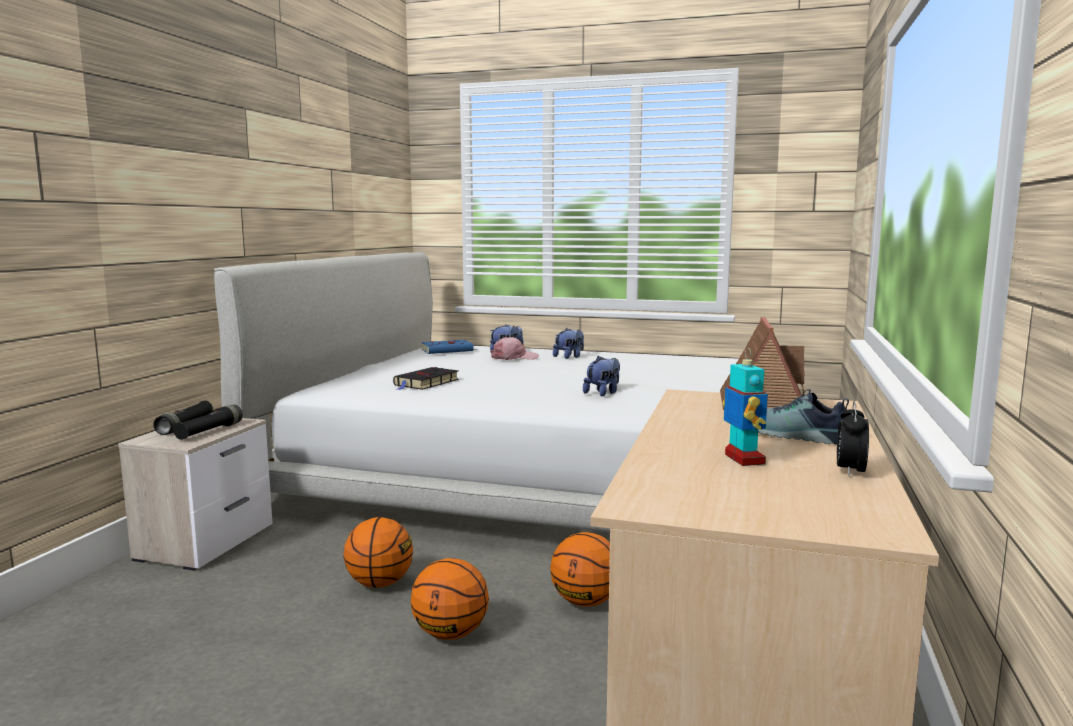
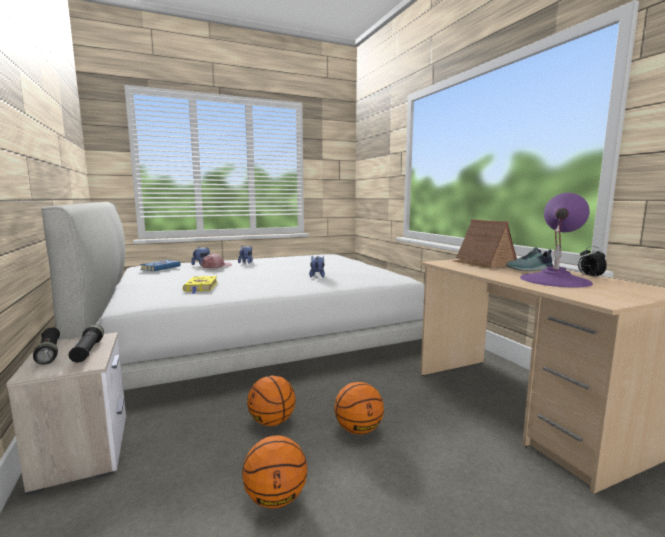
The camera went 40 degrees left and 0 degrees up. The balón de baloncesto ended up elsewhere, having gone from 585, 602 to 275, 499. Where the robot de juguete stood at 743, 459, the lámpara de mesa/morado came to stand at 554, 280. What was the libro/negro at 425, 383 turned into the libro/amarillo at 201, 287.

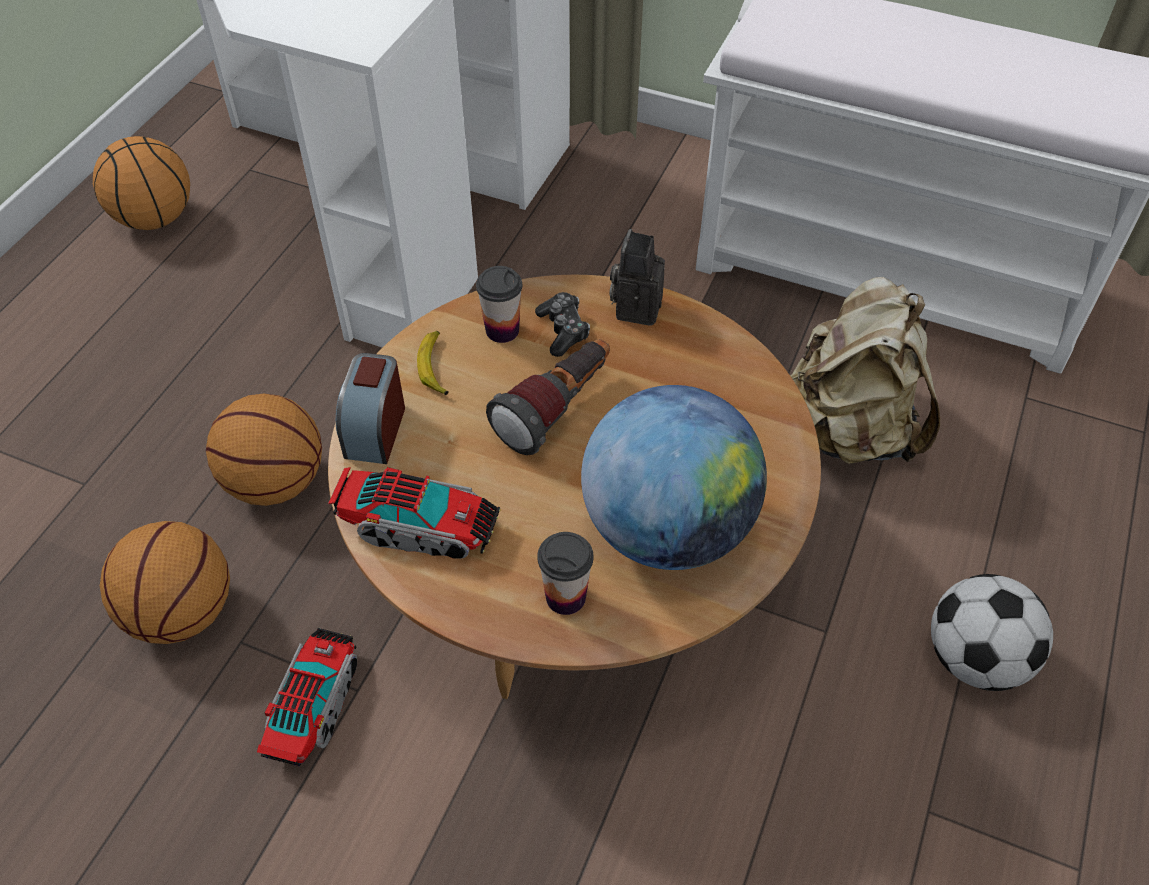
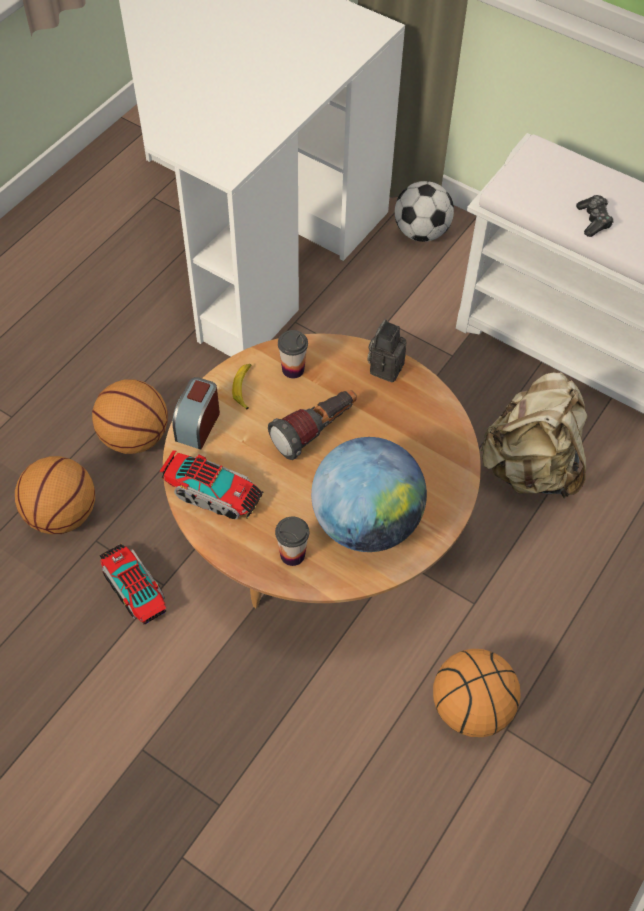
The camera went 10 degrees right and 5 degrees up. The balón de baloncesto ended up elsewhere, having gone from 154, 218 to 469, 707. The mando de consola ended up elsewhere, having gone from 563, 330 to 593, 220. The balón de fútbol ended up elsewhere, having gone from 975, 659 to 421, 233. The camión de juguete at 314, 705 ended up facing another way, 60 degrees counterclockwise from before.

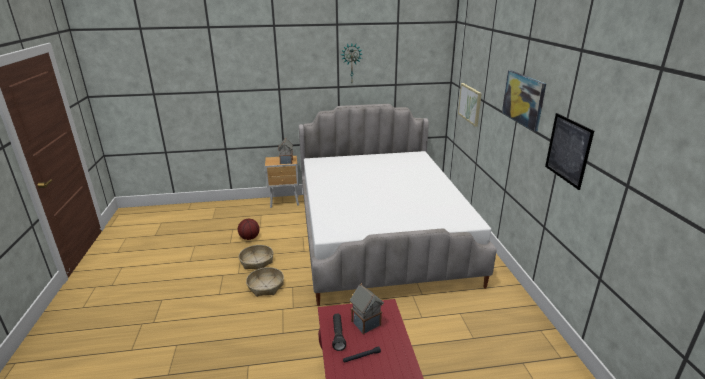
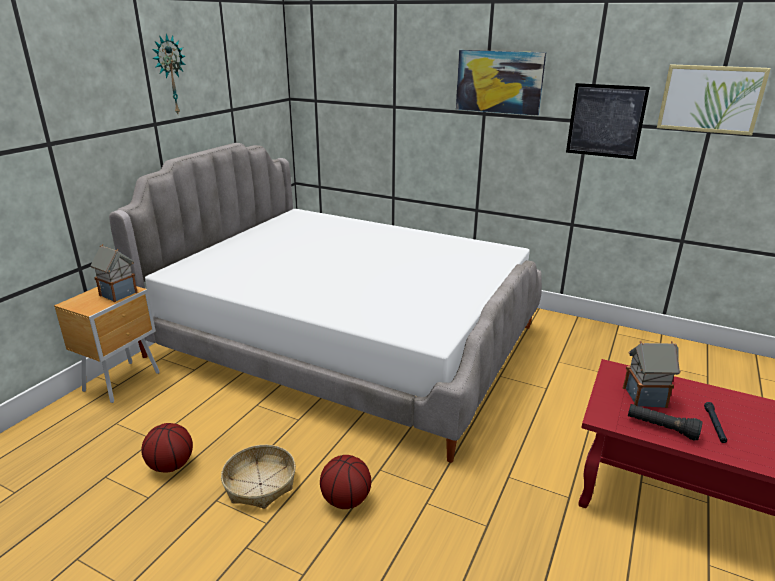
The camera went 55 degrees left and 0 degrees up. The cuadro ended up elsewhere, having gone from 470, 104 to 710, 99. Where the cesta stood at 266, 286, the balón de baloncesto came to stand at 346, 500.

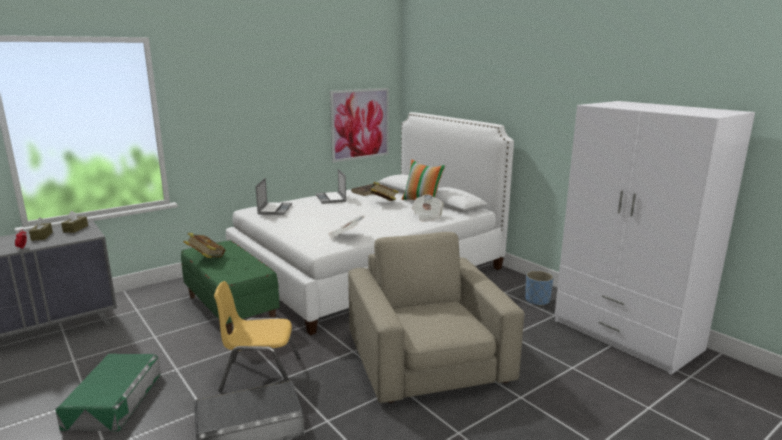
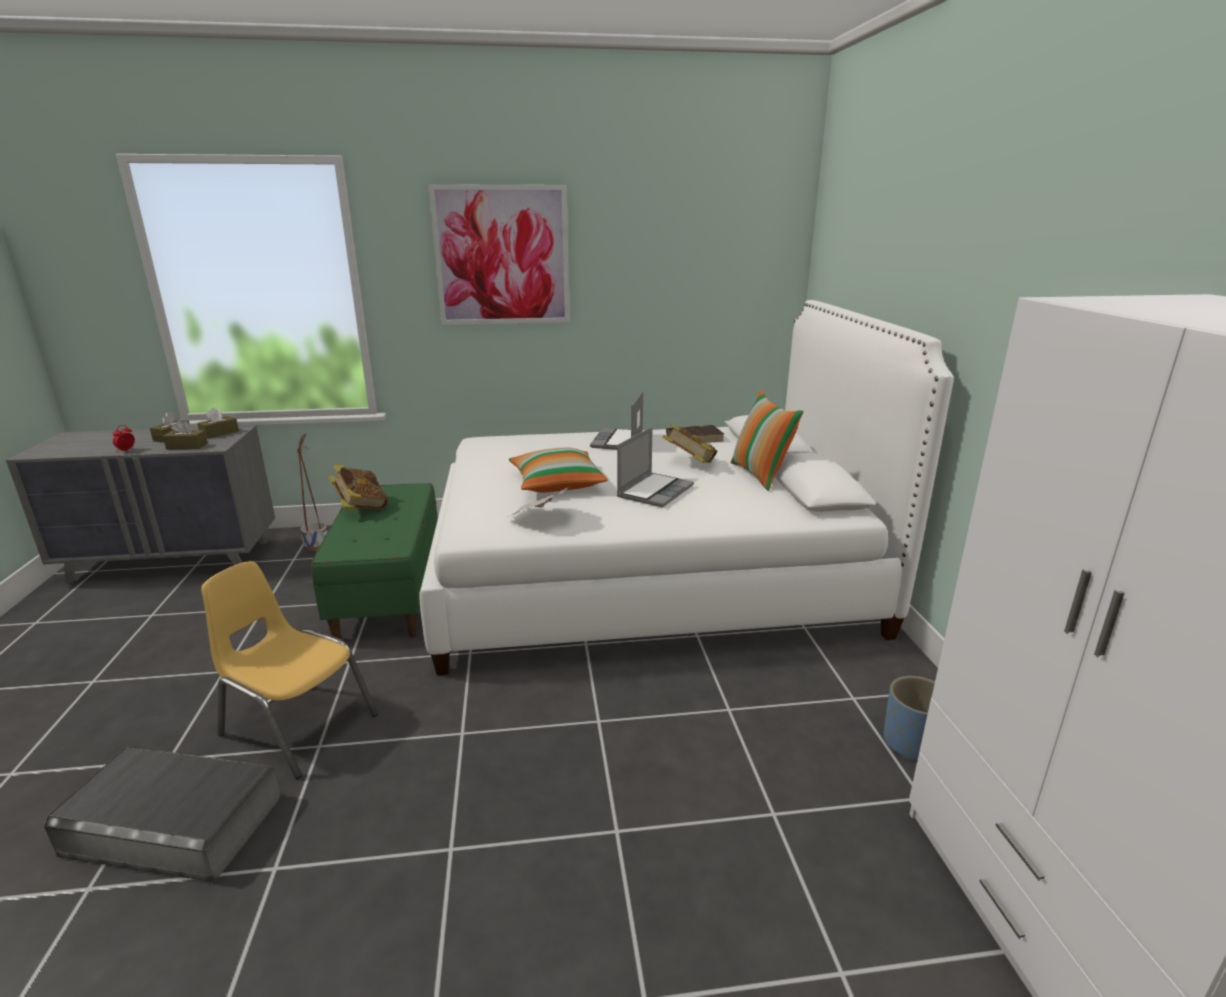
The camera went 30 degrees right and 5 degrees up. The second view lost the caja de almacenaje/verde at 113, 399. The second view lost the sillón/beis at 429, 358. The second view lost the periódico at 427, 217. The second view gained the caja de pañuelos/marrón at 187, 446. The second view gained the maceta at 316, 546. The second view gained the cojín at 556, 484. The portátil ended up elsewhere, having gone from 274, 209 to 655, 491. The cuadro ended up elsewhere, having gone from 360, 124 to 502, 256.

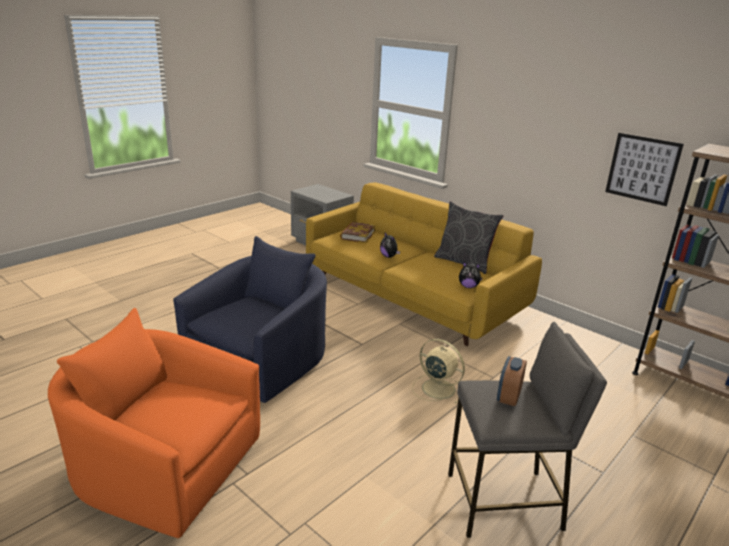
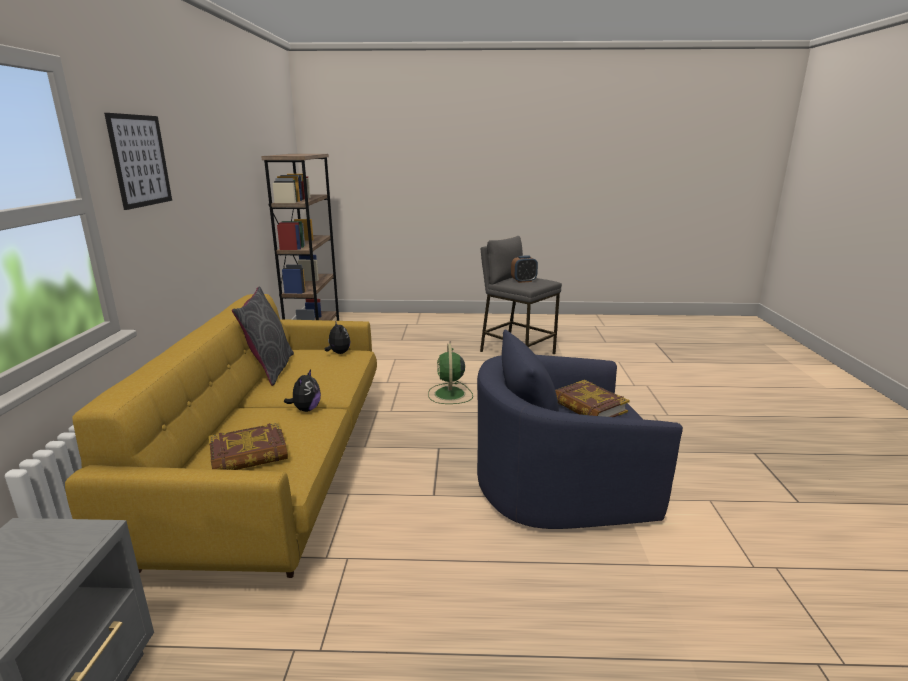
The camera went 130 degrees left and 5 degrees down. The second view lost the sillón/naranja at 163, 466. The second view gained the libro at 589, 407. The cuadro ended up elsewhere, having gone from 642, 169 to 140, 161. What was the ventilador/beis at 437, 388 turned into the ventilador/verde at 449, 394.

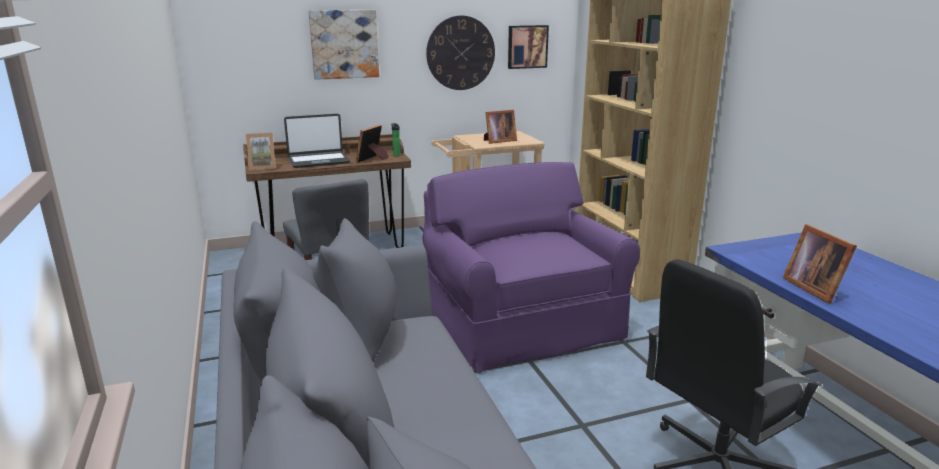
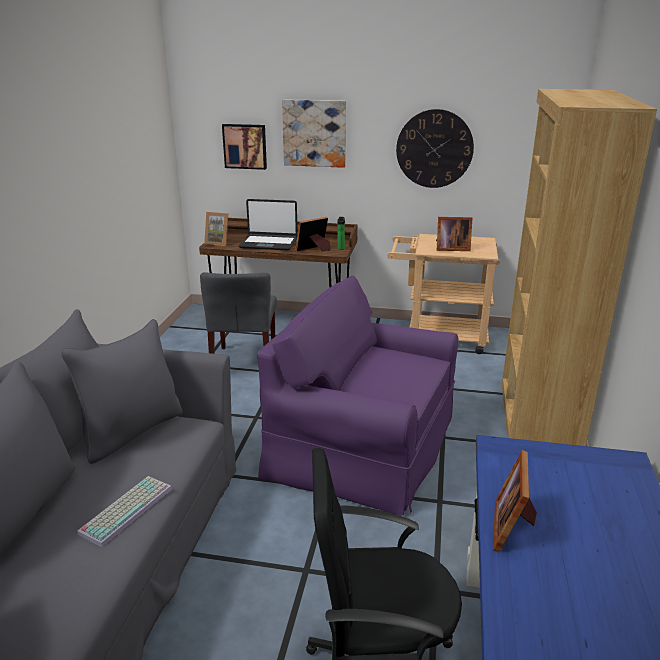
The camera went 30 degrees right and 5 degrees up. The second view gained the teclado at 126, 509. The cuadro ended up elsewhere, having gone from 527, 46 to 245, 146. The sillón/morado at 520, 322 ended up facing another way, 75 degrees counterclockwise from before.

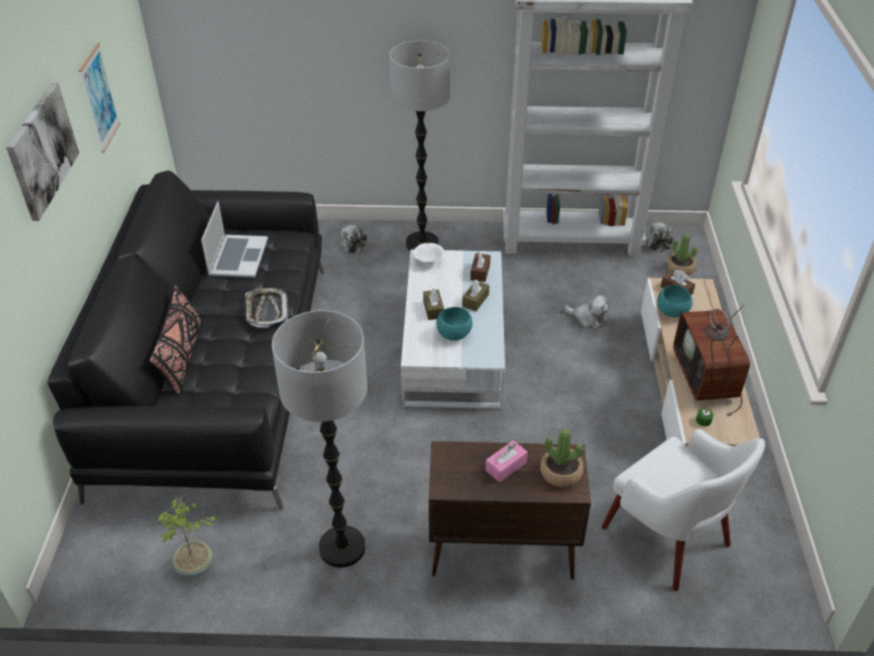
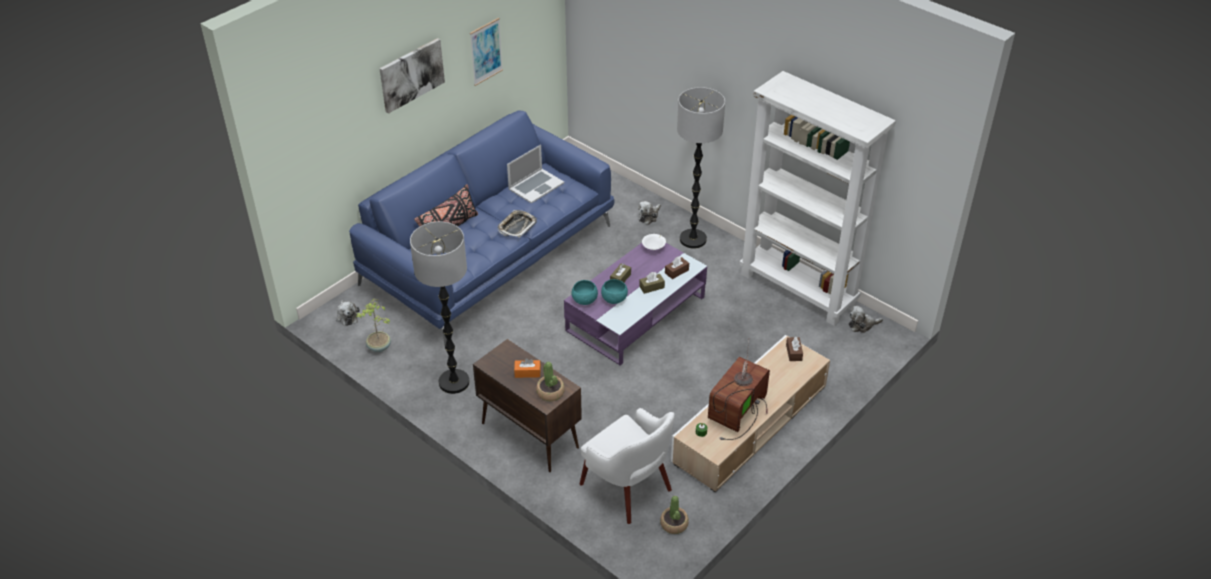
The camera went 40 degrees right and 0 degrees up. The peluche ended up elsewhere, having gone from 588, 318 to 347, 316. The cuenco/turquesa ended up elsewhere, having gone from 672, 312 to 585, 300. The planta en maceta ended up elsewhere, having gone from 680, 268 to 674, 524. What was the sofá/negro at 219, 371 turned into the sofá/azul at 490, 254. What was the mesa de centro/blanco at 453, 345 turned into the mesa de centro/morado at 635, 313. What was the caja de pañuelos/rosa at 506, 466 turned into the caja de pañuelos/naranja at 527, 372. The sillón/blanco at 668, 537 ended up facing another way, 45 degrees counterclockwise from before.

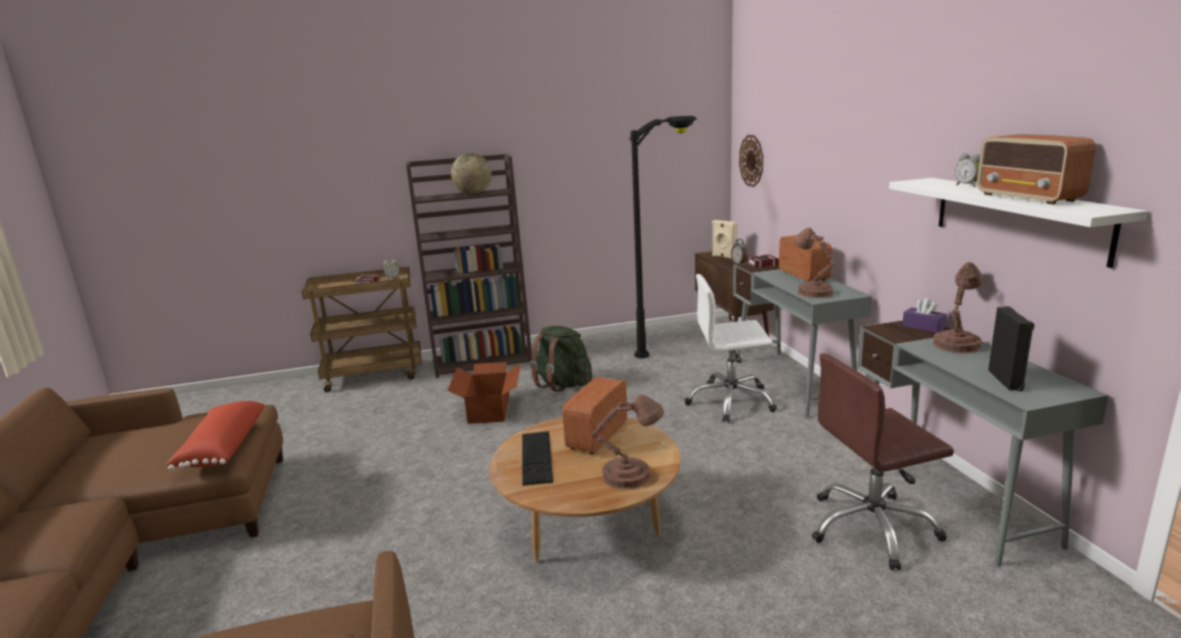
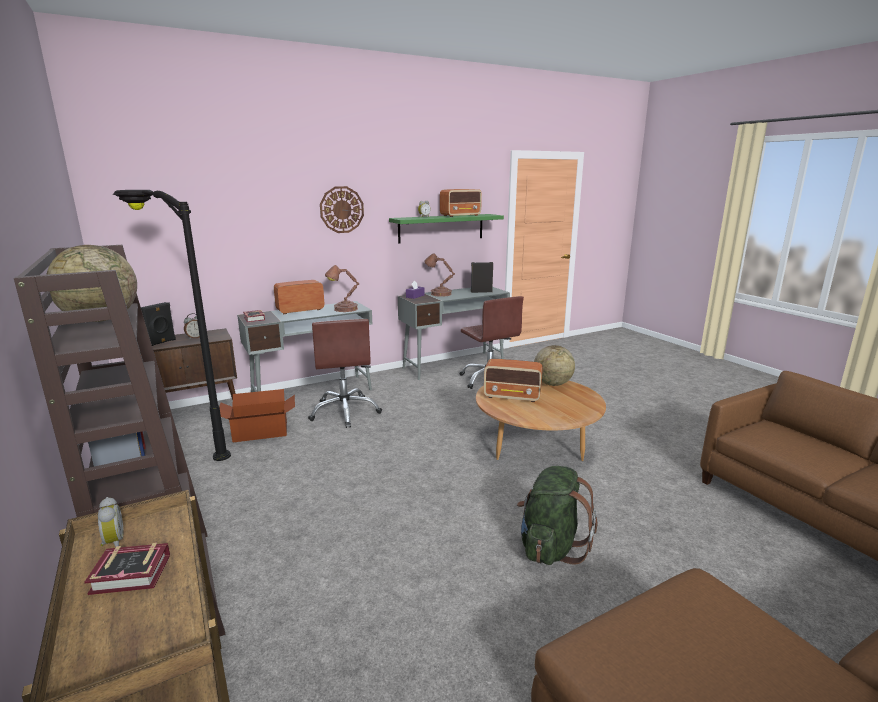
The camera went 105 degrees left and 0 degrees up. The second view lost the cojín/rojo at 221, 447. The second view lost the teclado at 536, 457. The caja de cartón ended up elsewhere, having gone from 490, 409 to 260, 431. The mochila/verde ended up elsewhere, having gone from 562, 384 to 550, 547. The reloj de pared ended up elsewhere, having gone from 751, 160 to 341, 209. Where the lámpara de mesa/marrón stood at 630, 476, the globo terráqueo came to stand at 552, 384. What was the silla de oficina/blanco at 730, 402 turned into the silla de oficina/marrón at 345, 412. What was the altavoz/beis at 724, 257 turned into the altavoz/negro at 161, 342. What was the estante/blanco at 1018, 218 turned into the estante/verde at 441, 228.

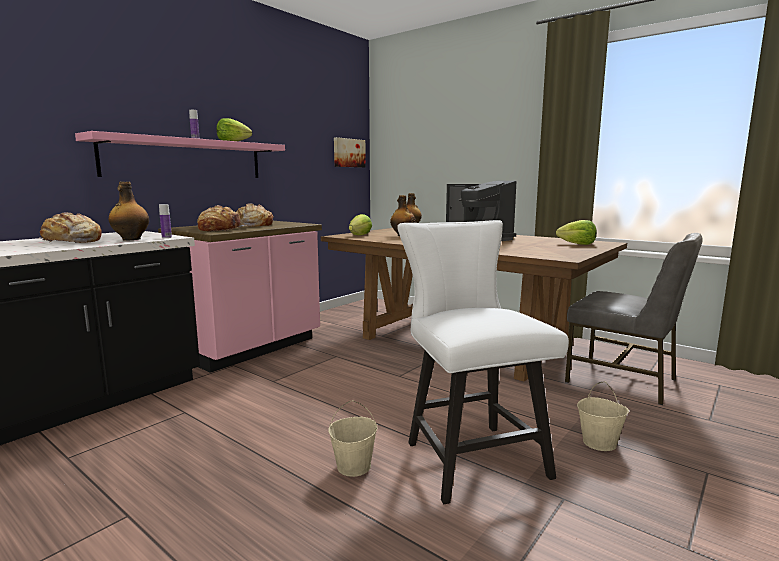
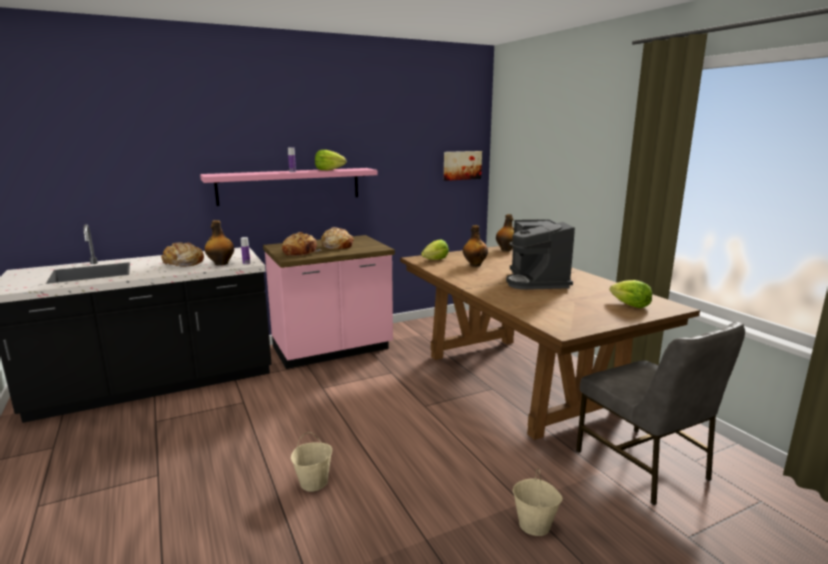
The camera went 25 degrees right and 5 degrees up. The second view lost the silla/blanco at 469, 455.

